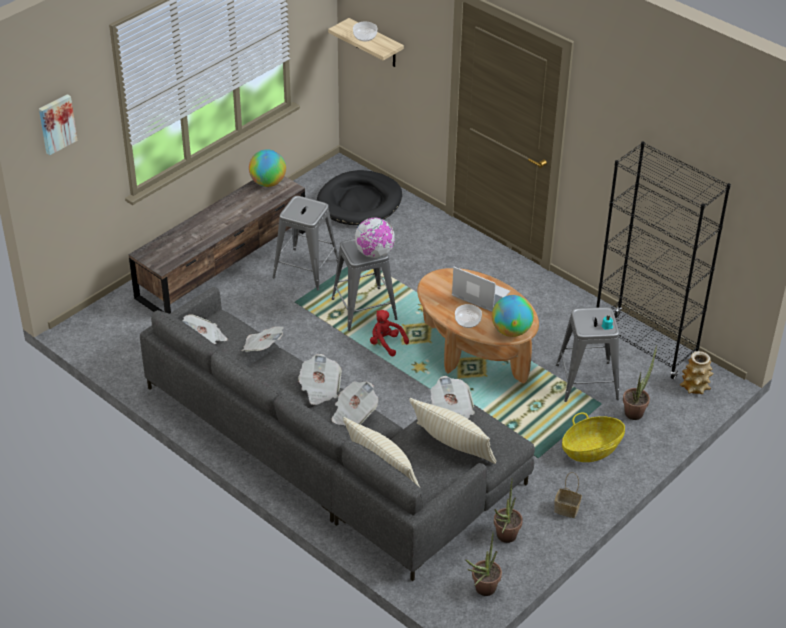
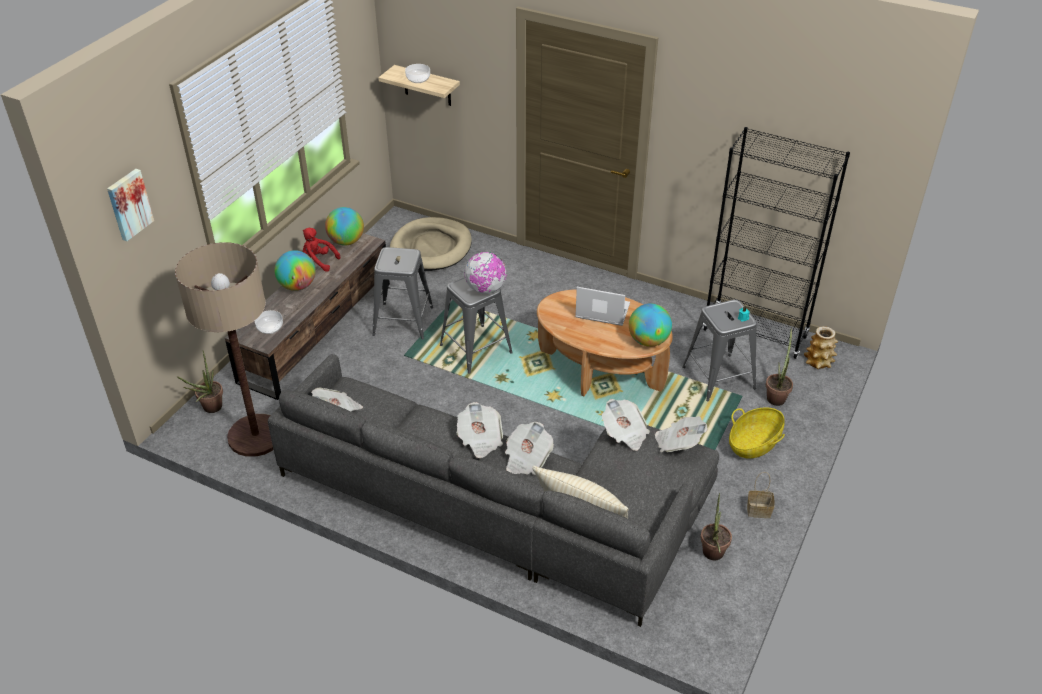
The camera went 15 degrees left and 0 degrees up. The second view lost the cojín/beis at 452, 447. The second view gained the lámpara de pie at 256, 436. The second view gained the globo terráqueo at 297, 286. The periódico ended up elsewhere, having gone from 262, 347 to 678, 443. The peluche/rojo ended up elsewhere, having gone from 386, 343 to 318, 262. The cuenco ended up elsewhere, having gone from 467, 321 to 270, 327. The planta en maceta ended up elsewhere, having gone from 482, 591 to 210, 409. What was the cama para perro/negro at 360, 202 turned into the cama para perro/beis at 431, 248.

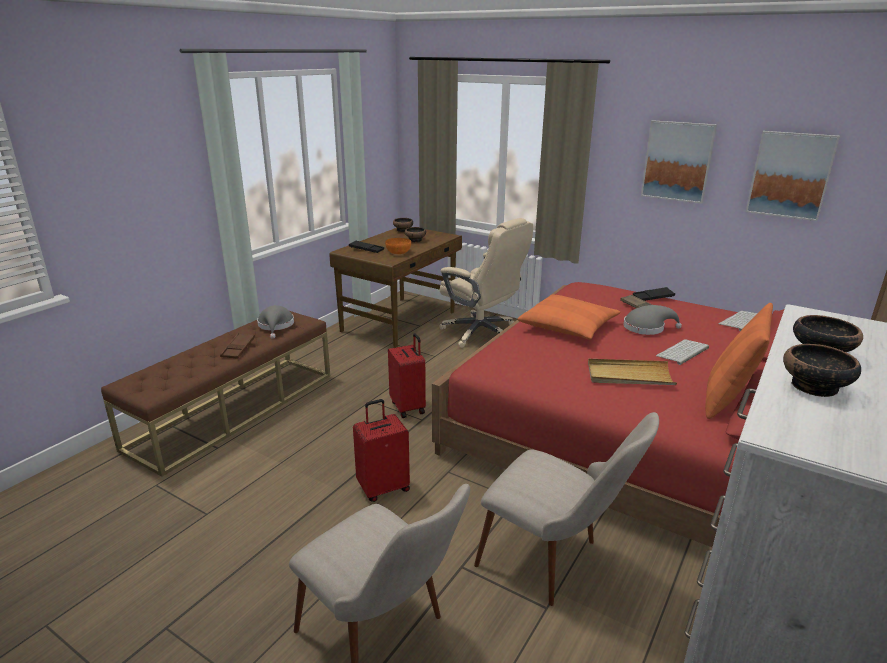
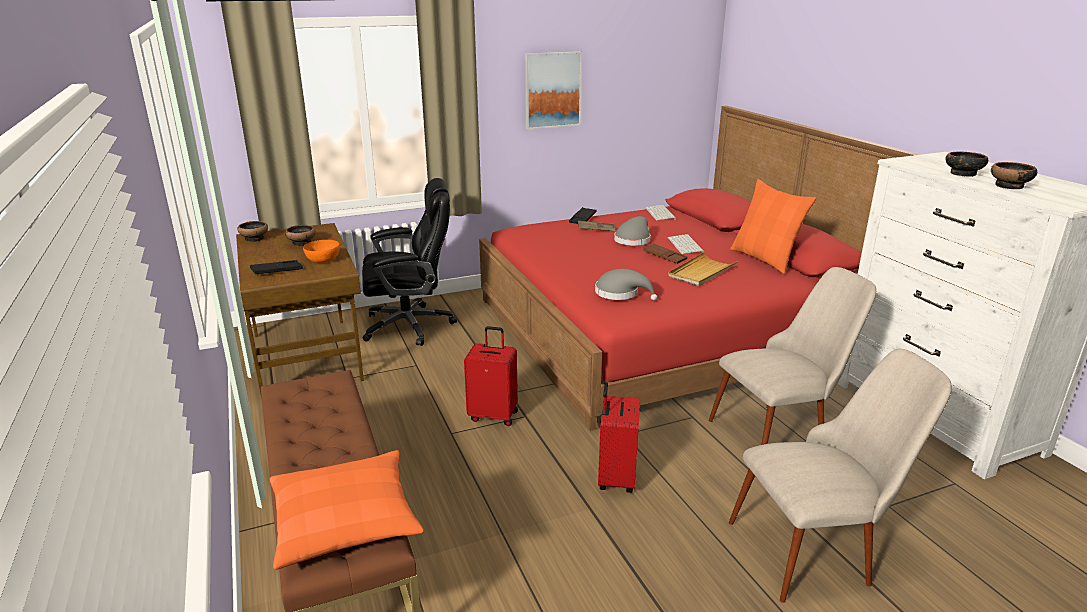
The camera went 55 degrees left and 0 degrees up. The second view lost the cuadro at 790, 175. The bandeja/marrón ended up elsewhere, having gone from 238, 349 to 664, 257. The sombrero/gris ended up elsewhere, having gone from 276, 326 to 620, 293. The cojín/naranja ended up elsewhere, having gone from 568, 326 to 345, 520. What was the silla de oficina/beis at 481, 333 turned into the silla de oficina/negro at 410, 325.

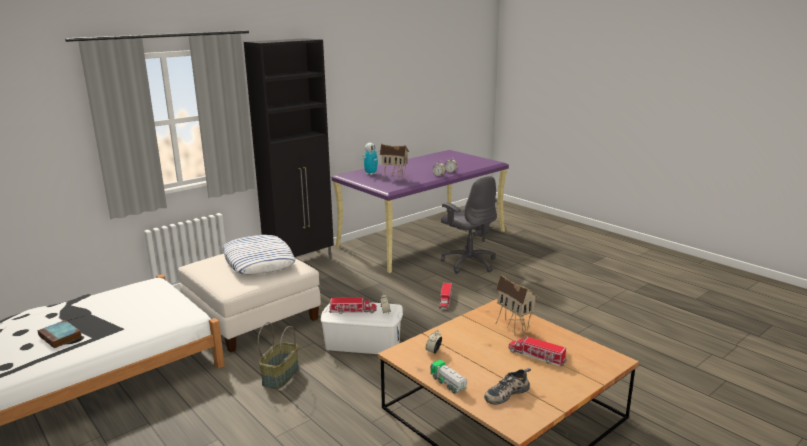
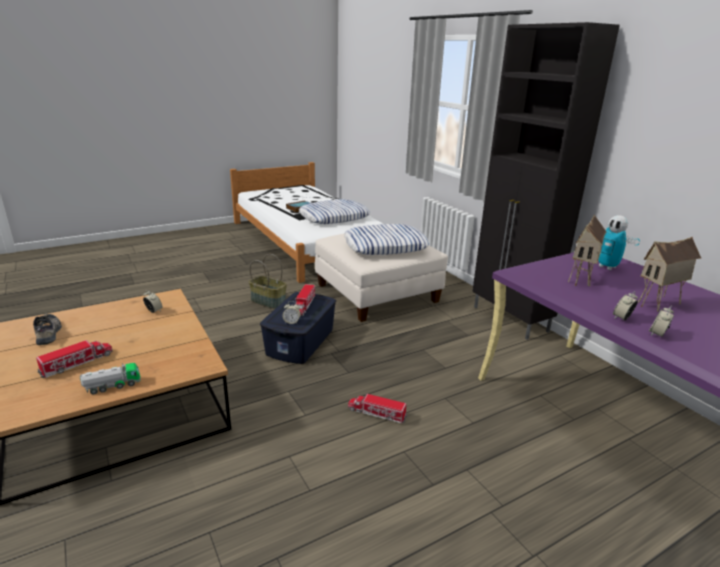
The camera went 100 degrees right and 5 degrees up. The second view lost the silla de oficina/gris at 469, 263. The second view gained the cojín at 334, 217. The camión de juguete ended up elsewhere, having gone from 448, 384 to 112, 386. The casita ended up elsewhere, having gone from 514, 328 to 659, 305. What was the caja de almacenaje/blanco at 363, 342 turned into the caja de almacenaje/azul at 301, 341.

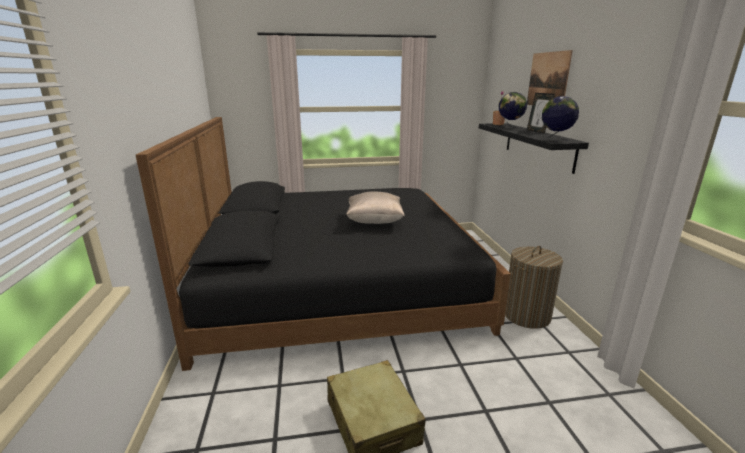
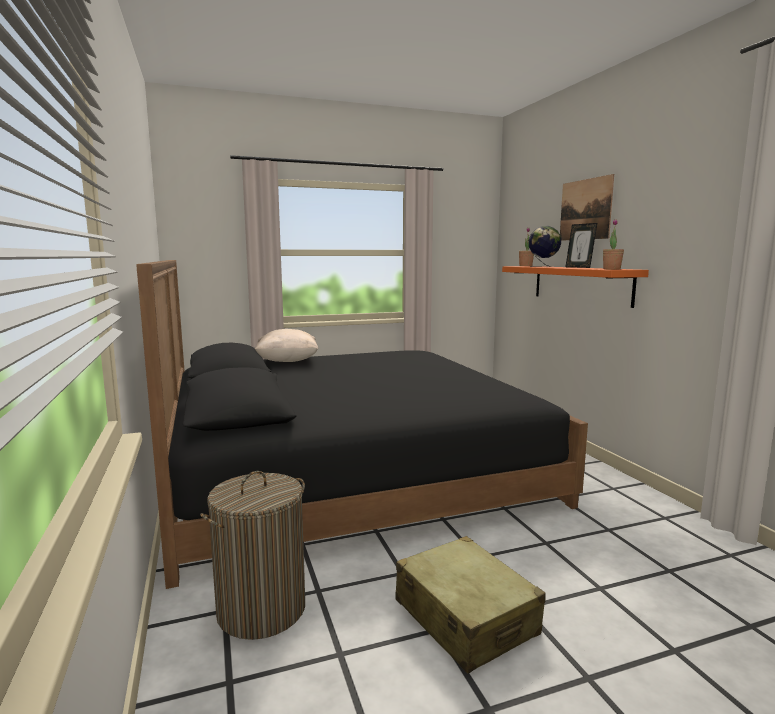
The camera went 10 degrees left and 10 degrees down. The cojín/beis ended up elsewhere, having gone from 374, 221 to 287, 361. The cesto de la ropa ended up elsewhere, having gone from 526, 315 to 262, 609. Where the globo terráqueo stood at 555, 140, the planta en maceta came to stand at 611, 269. What was the estante/negro at 538, 145 turned into the estante/naranja at 580, 284.

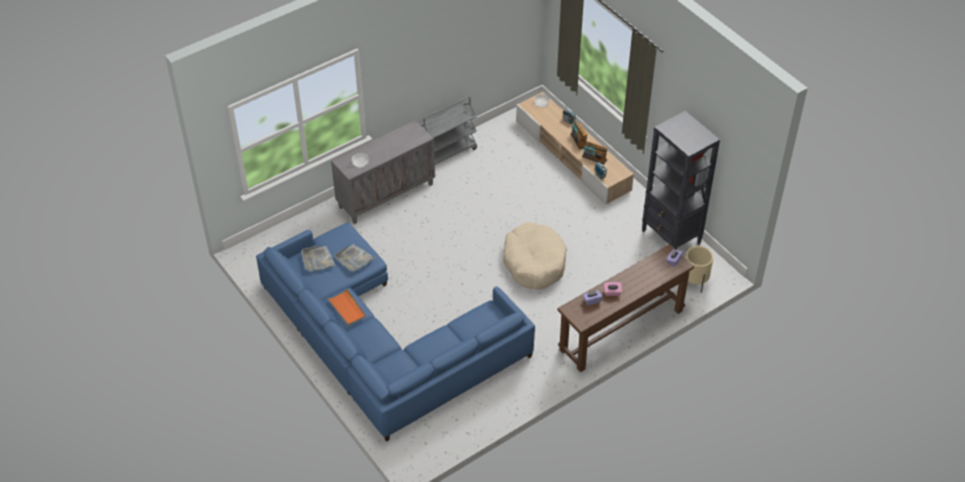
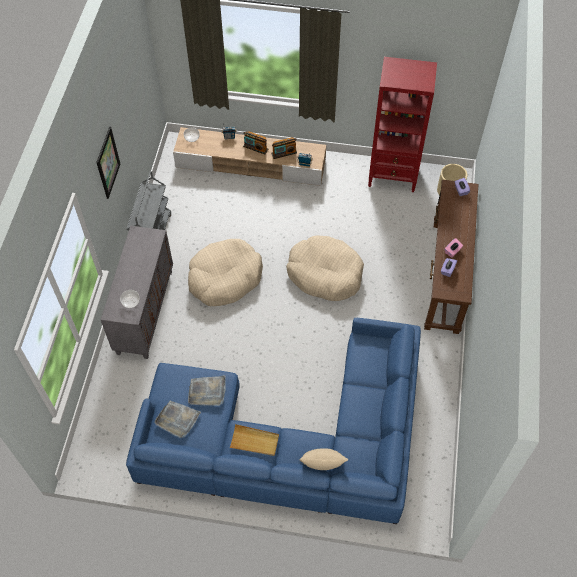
The camera went 45 degrees left and 10 degrees up. The second view gained the cuadro at 108, 163. The second view gained the cama para perro/beis at 225, 278. The second view gained the cojín/beis at 322, 467. What was the bandeja/naranja at 347, 308 turned into the bandeja/beis at 254, 441. What was the estantería/negro at 671, 237 turned into the estantería/rojo at 393, 176.

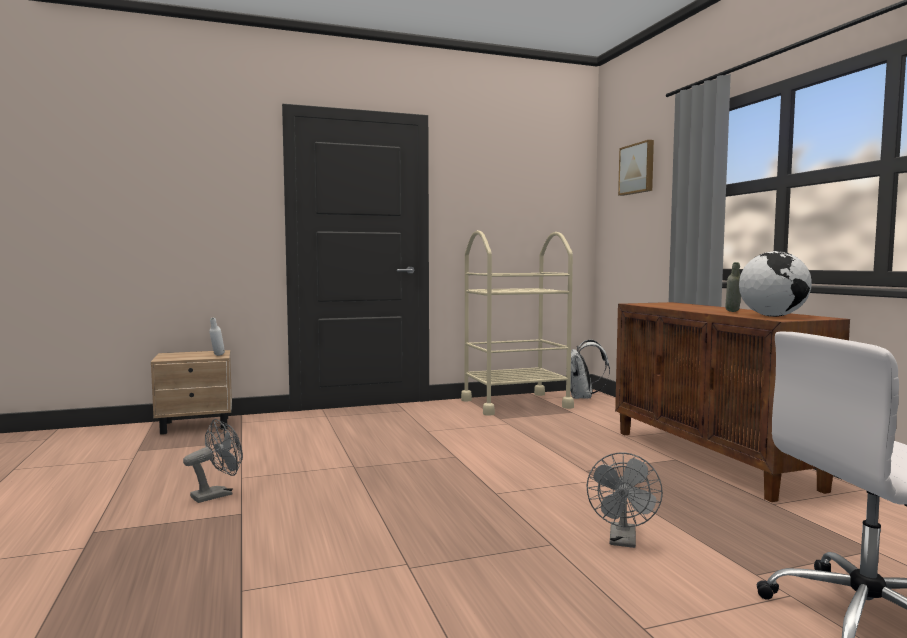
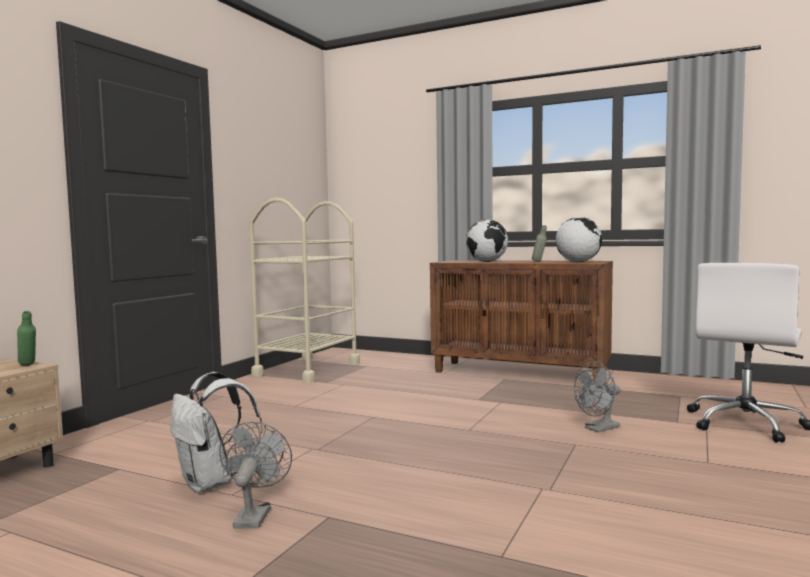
The camera went 45 degrees left and 0 degrees up. The second view lost the cuadro at 637, 168. The second view gained the globo terráqueo at 487, 261. The mochila/blanco ended up elsewhere, having gone from 583, 397 to 211, 483. What was the botella/blanco at 217, 356 turned into the botella/verde at 28, 365. The ventilador/gris at 623, 541 ended up facing another way, 90 degrees clockwise from before.

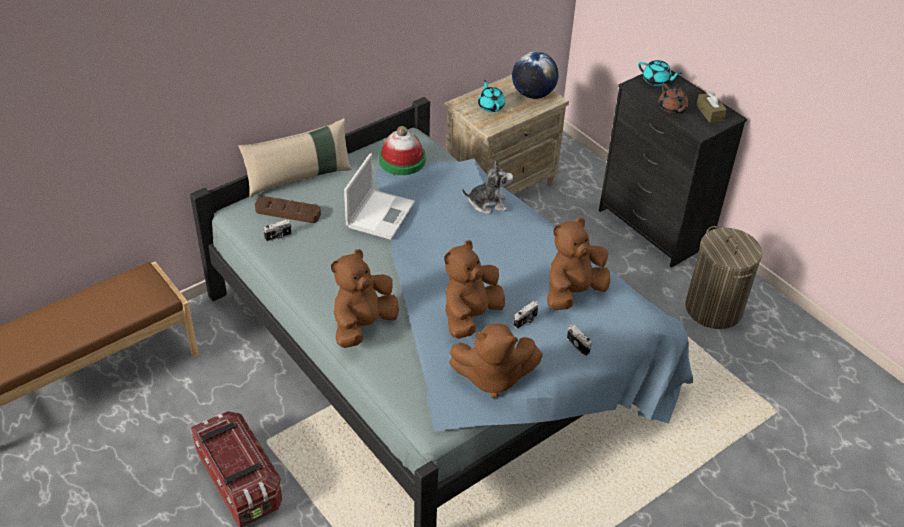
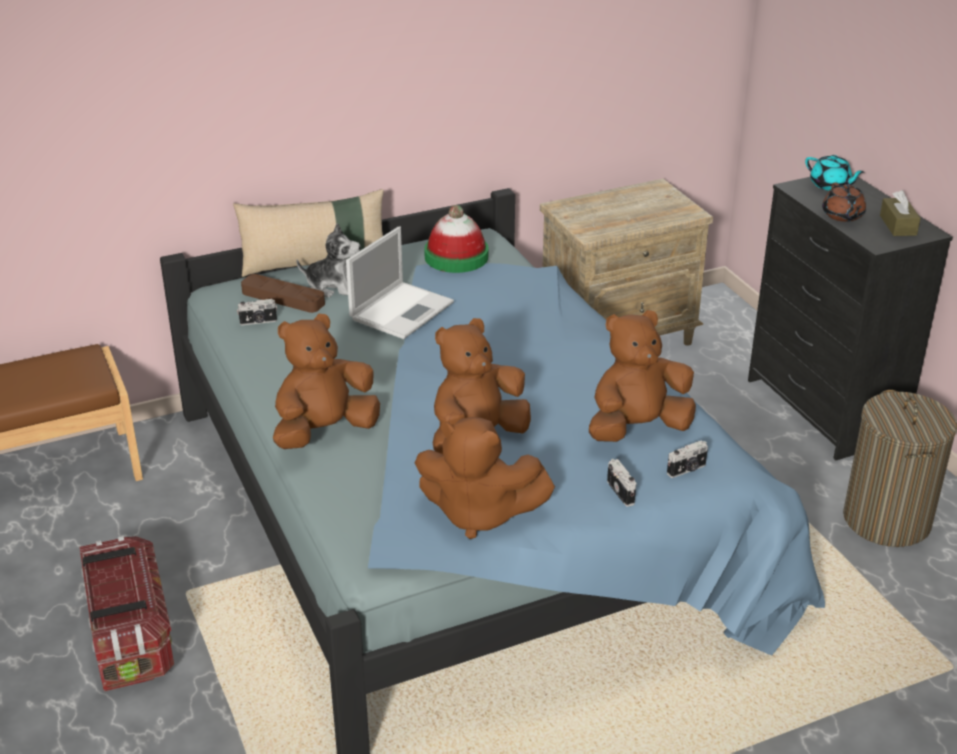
The camera went 15 degrees right and 10 degrees down. The second view lost the tetera/turquesa at 491, 106. The second view lost the globo terráqueo at 533, 94. The peluche ended up elsewhere, having gone from 488, 203 to 333, 286. The cámara ended up elsewhere, having gone from 526, 321 to 687, 470.

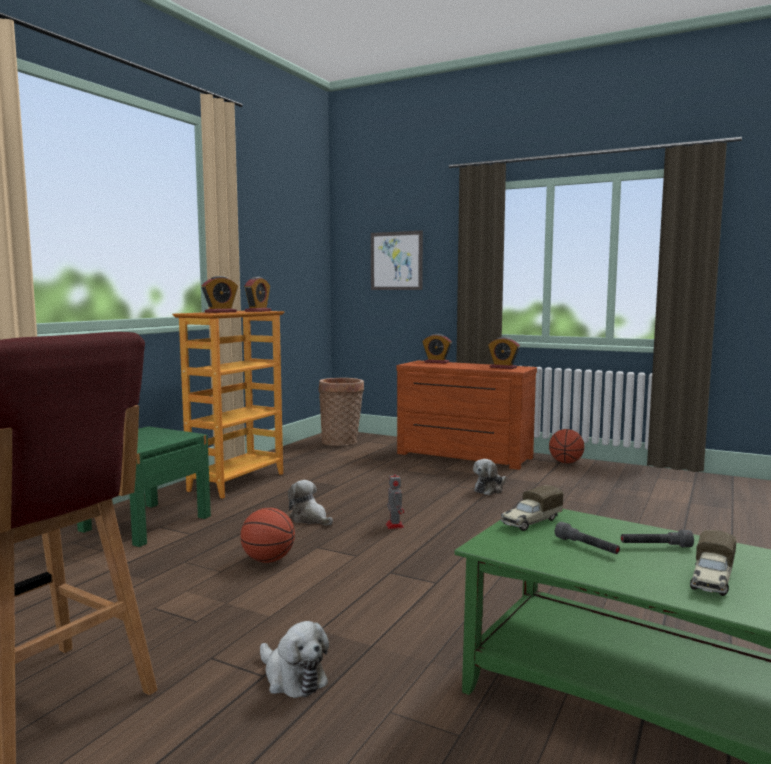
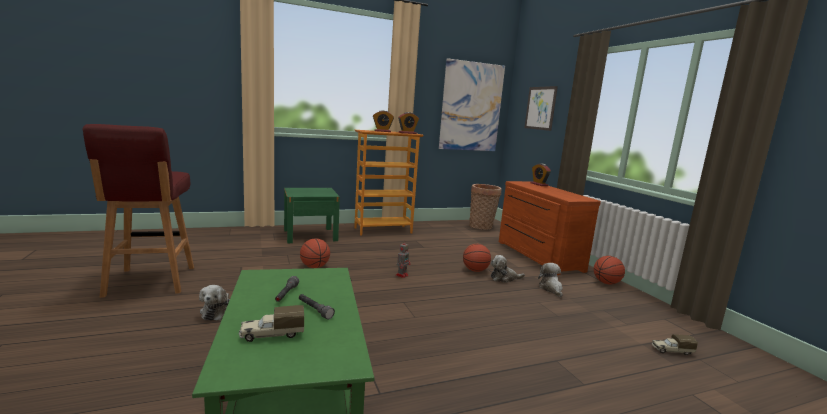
The camera went 40 degrees right and 5 degrees up. The second view lost the despertador at 503, 367. The second view gained the cuadro at 471, 107. The second view gained the balón de baloncesto at 475, 270. The peluche ended up elsewhere, having gone from 310, 519 to 551, 289. The camión de juguete ended up elsewhere, having gone from 530, 522 to 671, 351.

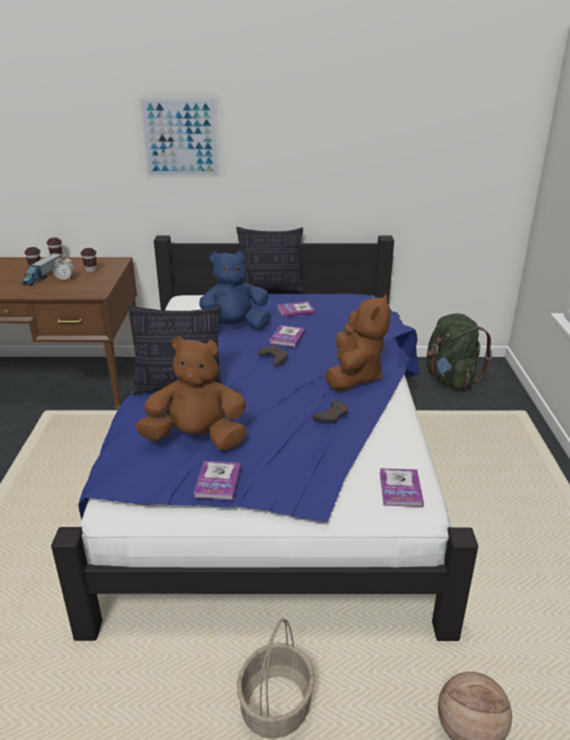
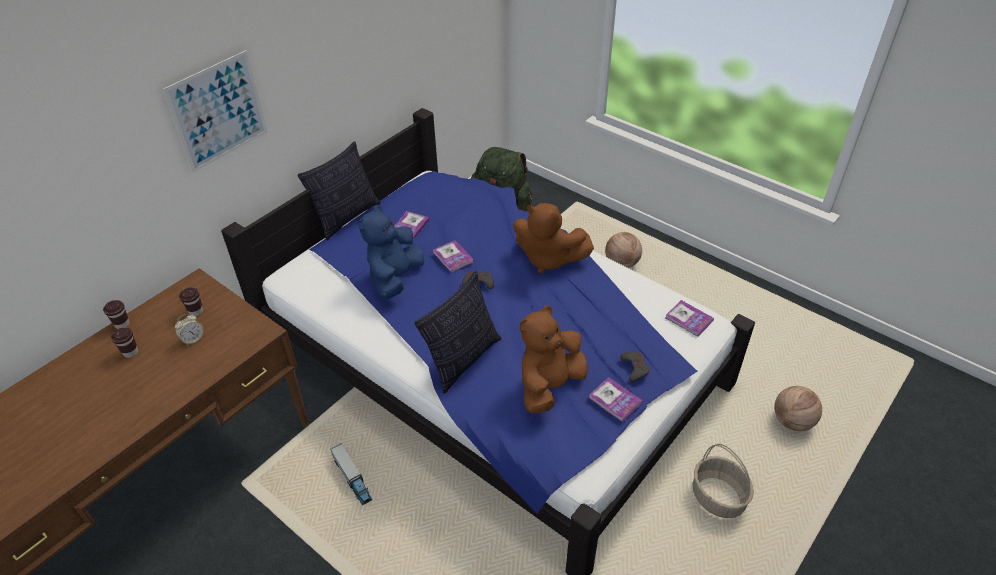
The camera went 50 degrees left and 15 degrees up. The second view gained the balón de baloncesto at 621, 263. The camión de juguete ended up elsewhere, having gone from 43, 276 to 352, 479. The mando de consola/gris ended up elsewhere, having gone from 332, 416 to 634, 368. The peluche/marrón at 354, 376 ended up facing another way, 150 degrees clockwise from before.

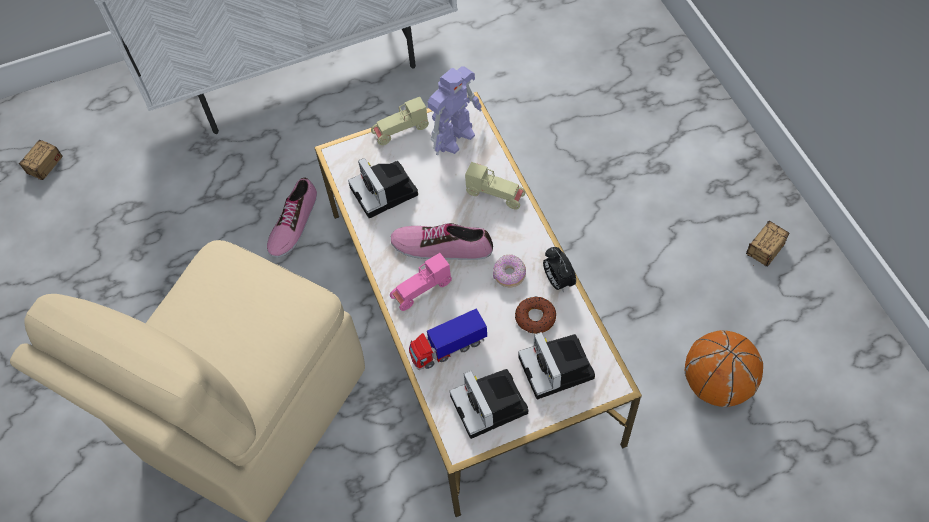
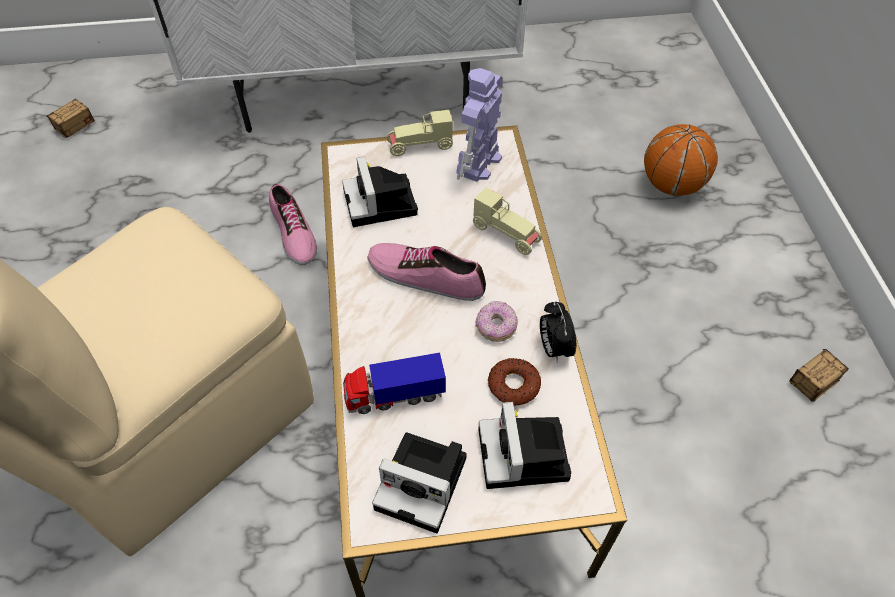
The camera went 10 degrees right and 5 degrees down. The second view lost the coche de juguete/rosa at 421, 291. The balón de baloncesto ended up elsewhere, having gone from 716, 384 to 671, 185. The zapato at 293, 223 ended up facing another way, 60 degrees counterclockwise from before. The robot de juguete at 455, 136 ended up facing another way, 150 degrees clockwise from before. The cámara at 491, 407 ended up facing another way, 60 degrees counterclockwise from before.

